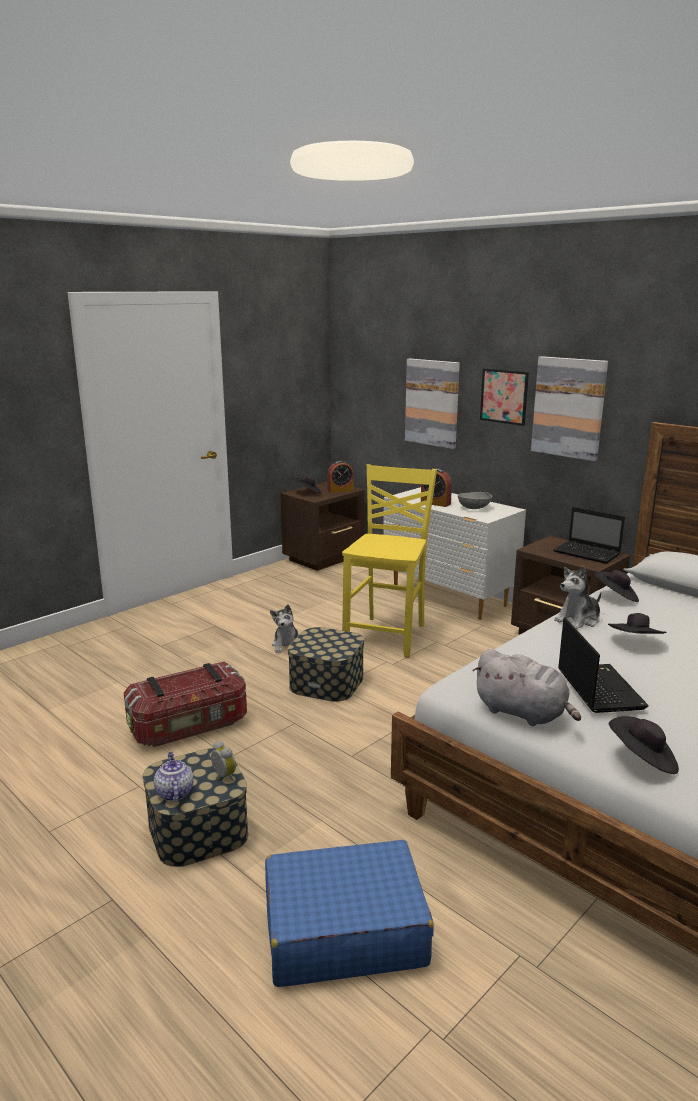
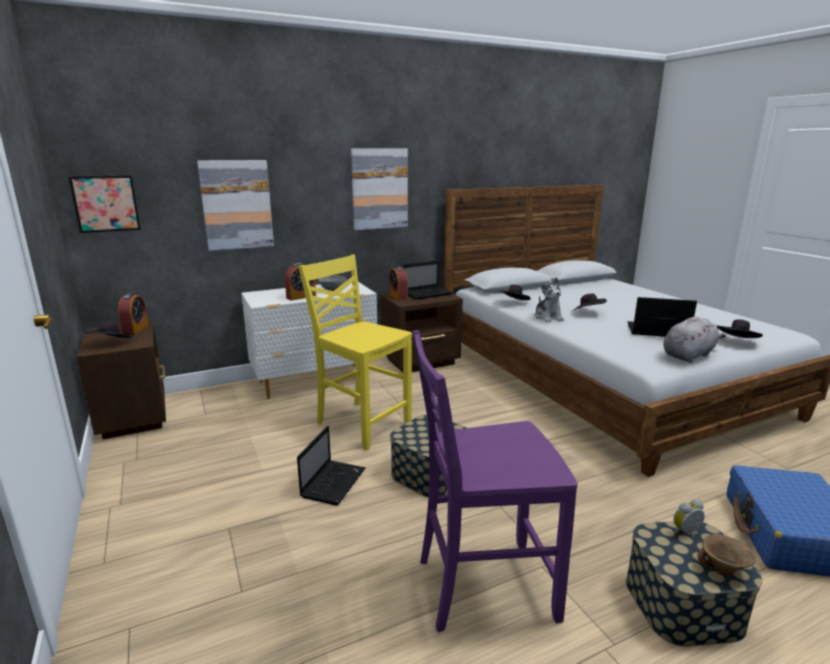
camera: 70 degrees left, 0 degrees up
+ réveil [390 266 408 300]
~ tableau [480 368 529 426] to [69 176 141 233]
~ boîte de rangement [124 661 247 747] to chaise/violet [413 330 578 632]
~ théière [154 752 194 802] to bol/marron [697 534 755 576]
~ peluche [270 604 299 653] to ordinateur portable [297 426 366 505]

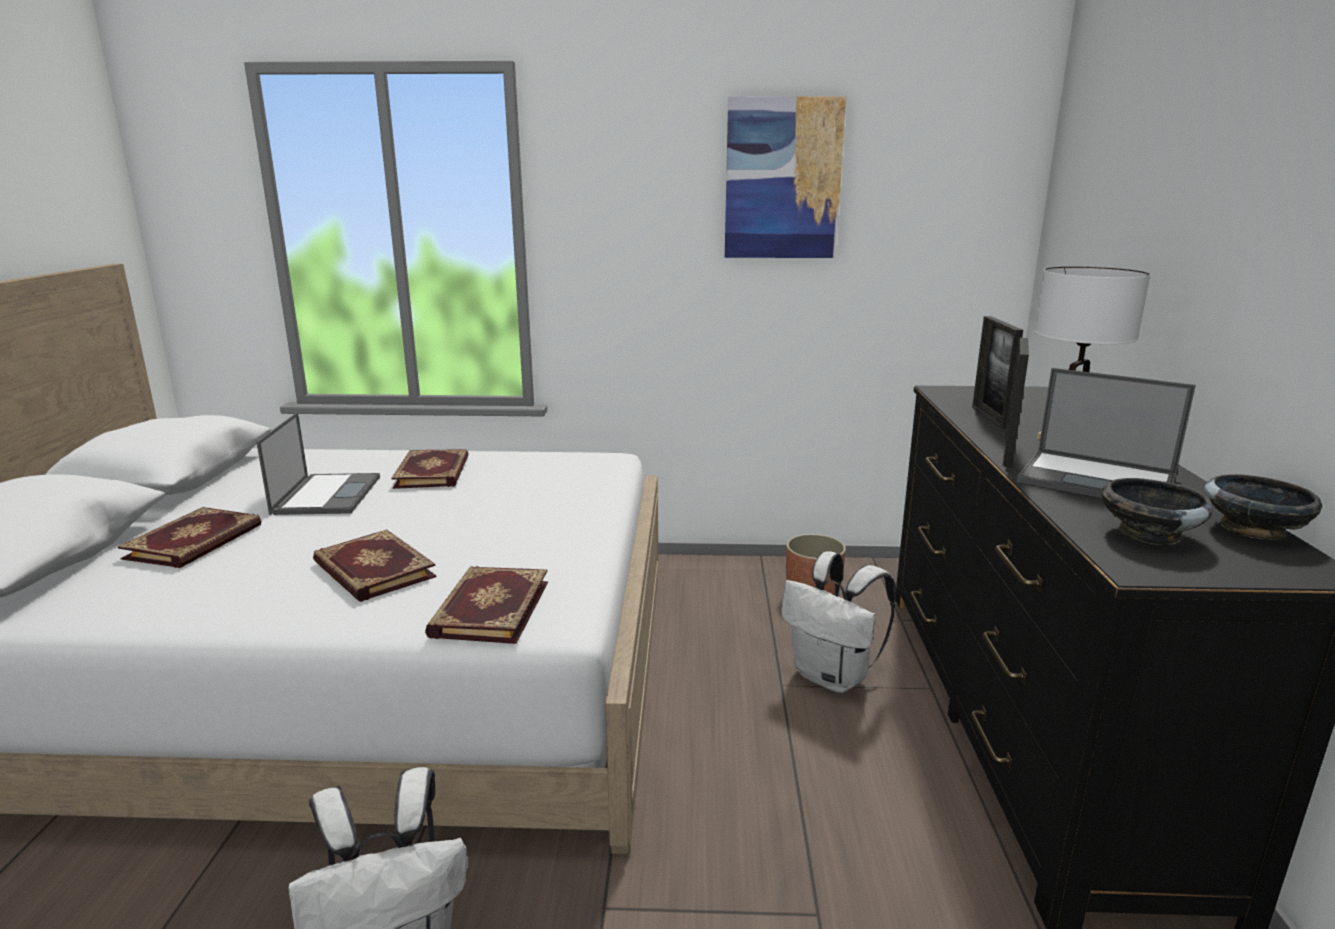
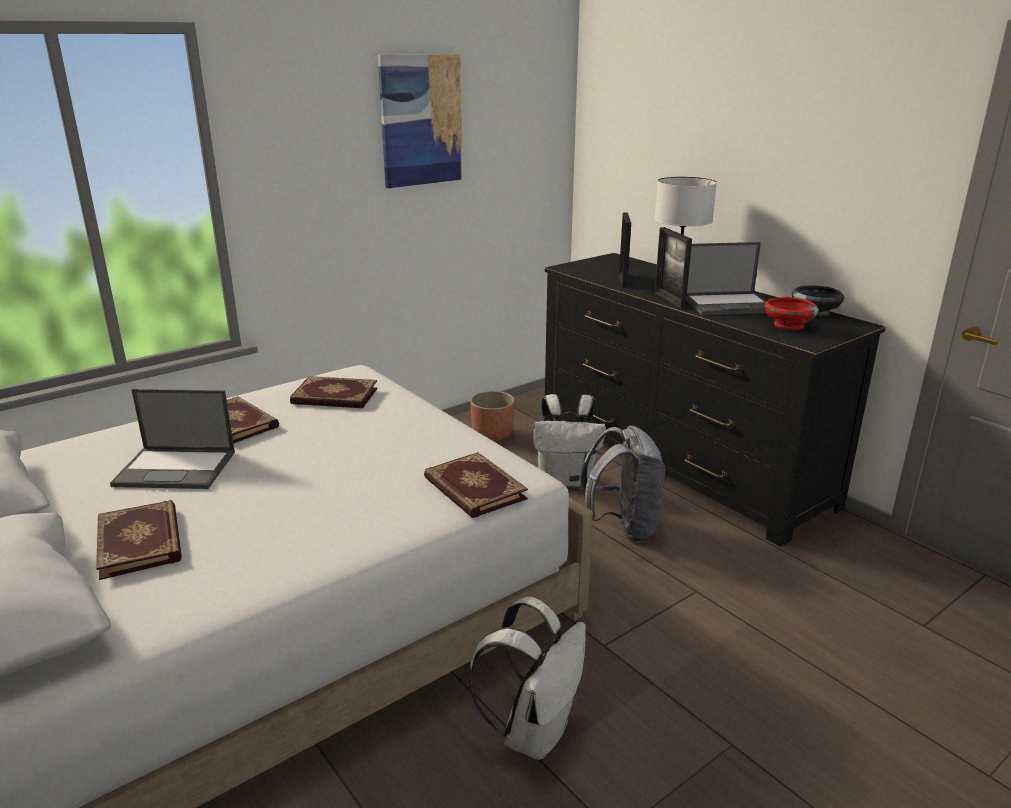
camera: 40 degrees left, 5 degrees up
+ sac à dos/gris [580 425 666 542]
~ livre [313 530 437 602] to [290 376 378 408]
~ bol/noir [1102 478 1214 545] to bol/rouge [764 297 819 330]
~ ordinateur portable [256 412 380 515] = [110 389 235 489] 135 degrees clockwise
~ cadre photo [972 316 1023 429] = [619 213 631 287] 45 degrees clockwise

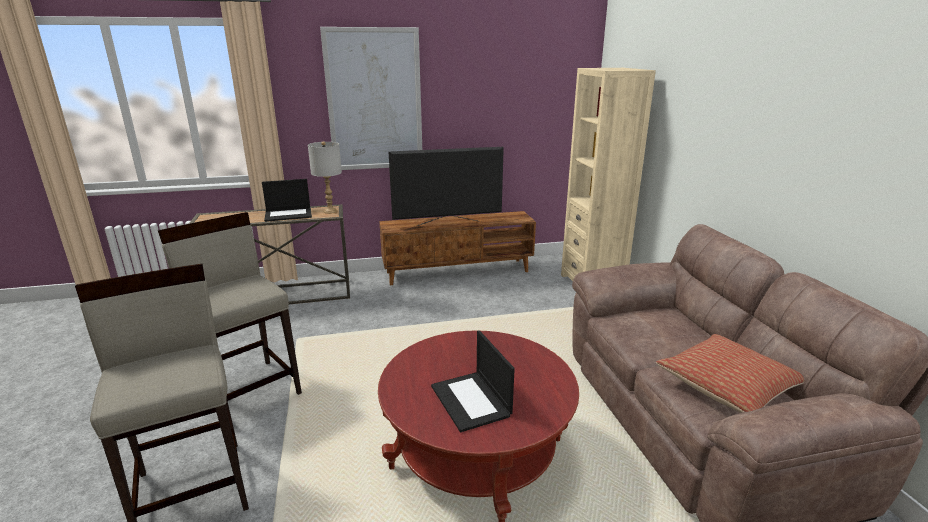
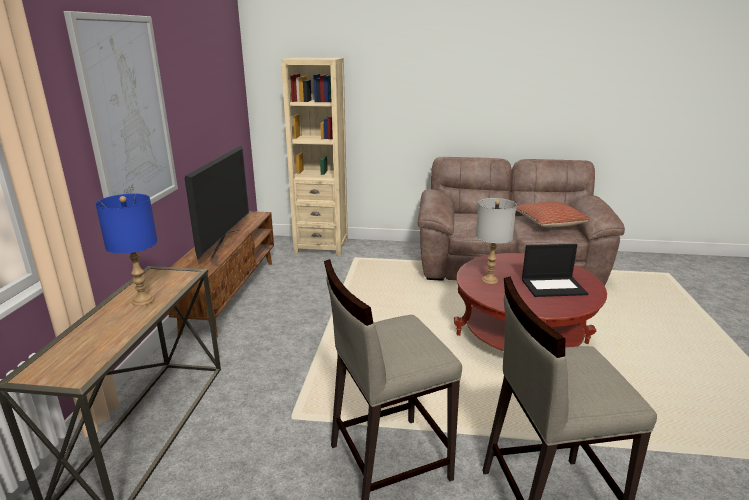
camera: 70 degrees left, 0 degrees up
~ lampe de table/gris [308 141 342 214] to [476 198 517 284]
~ ordinateur portable [262 179 312 222] to lampe de table/bleu [96 194 158 306]

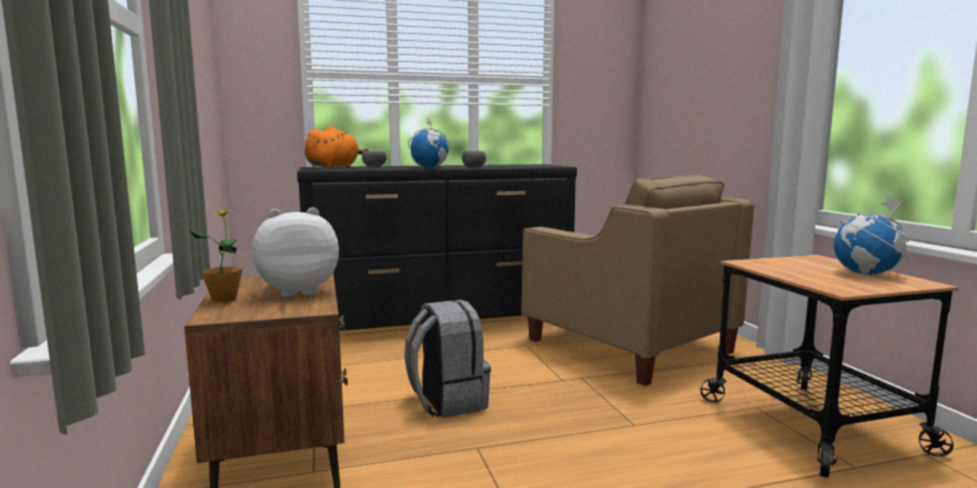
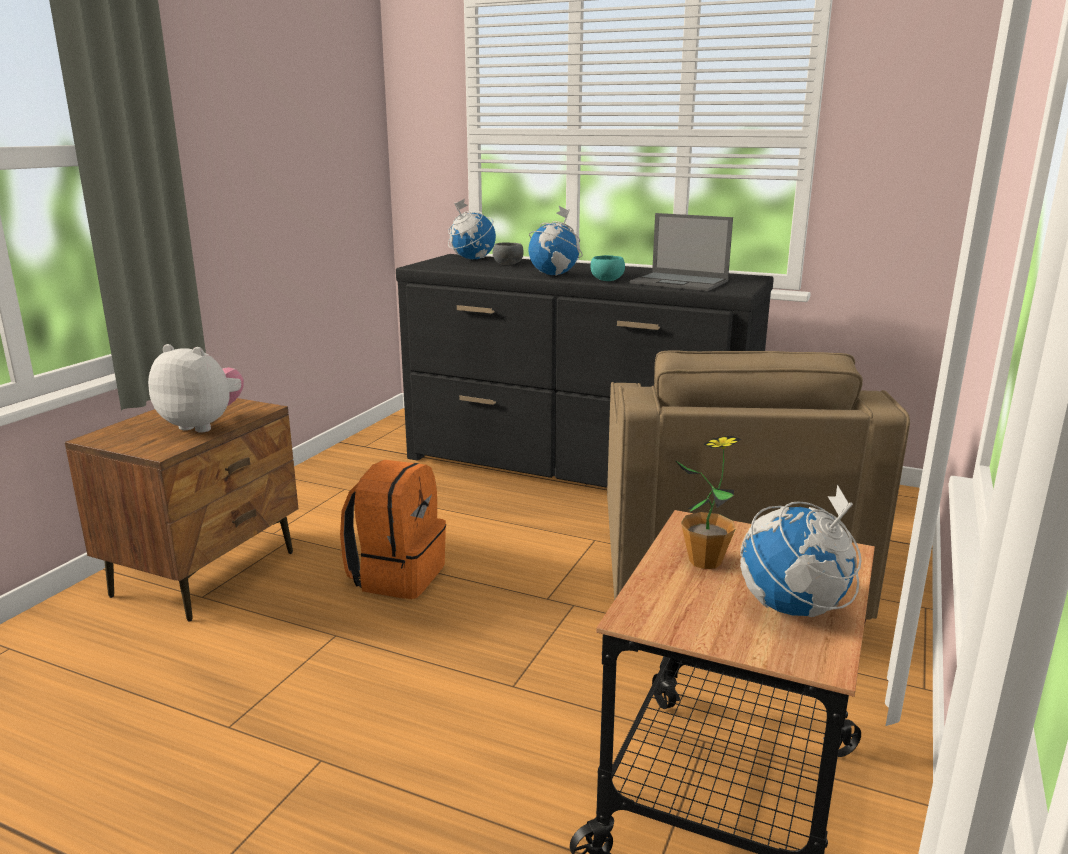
camera: 40 degrees right, 10 degrees up
+ ordinateur portable [630 213 733 291]
~ plante en pot [188 208 242 302] to [675 435 741 569]
~ peluche/orange [305 126 369 168] to globe [448 199 496 259]
~ sac à dos/gris [404 300 491 418] to sac à dos/orange [340 460 446 599]
~ bol/gris [462 151 486 168] to bol/turquoise [591 255 625 281]

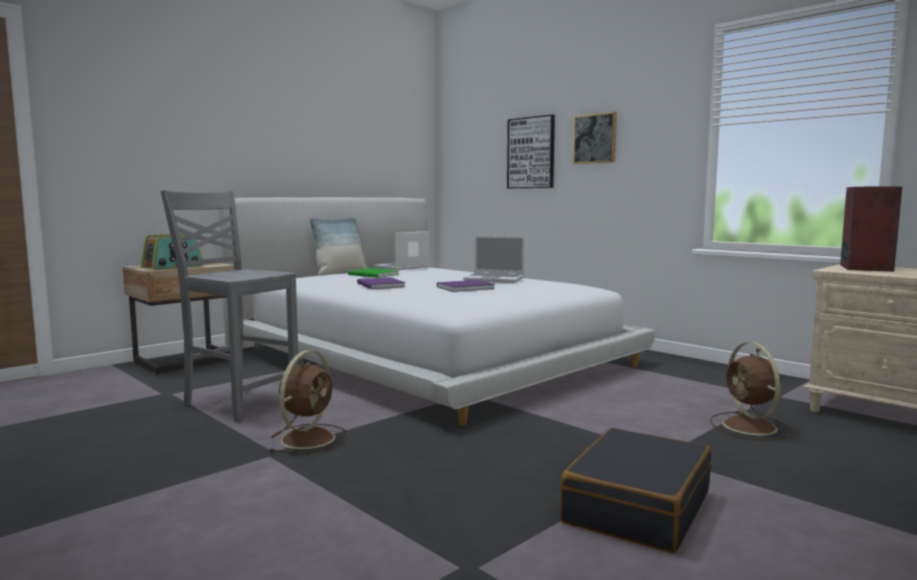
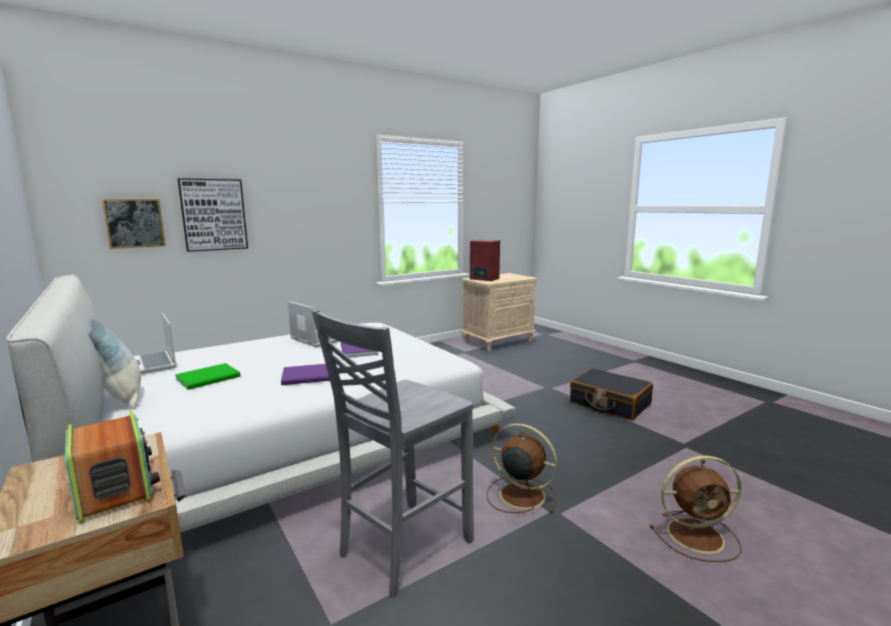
camera: 80 degrees left, 5 degrees up
~ tableau [573 112 617 164] to [102 199 166 249]
~ ventilateur/marron [710 342 795 440] to [649 456 742 562]
~ ordinateur portable [463 236 525 283] = [288 301 339 347] 75 degrees counterclockwise

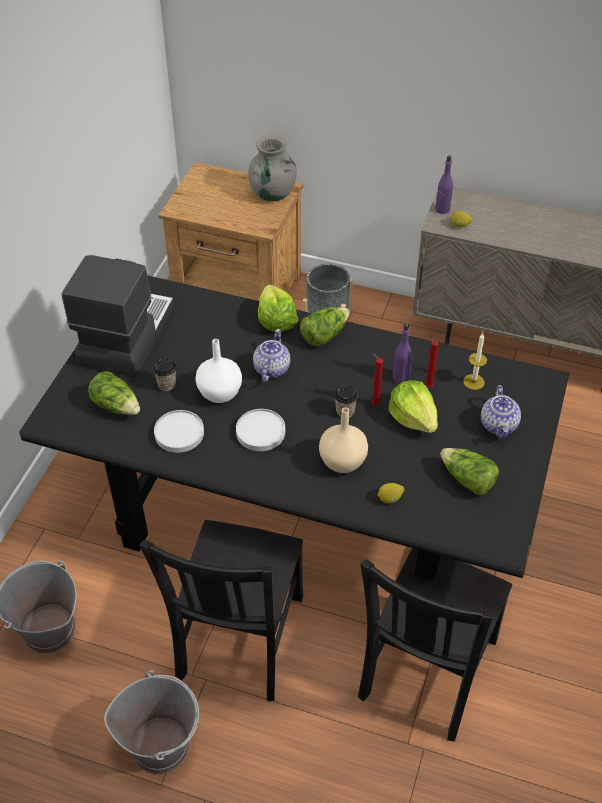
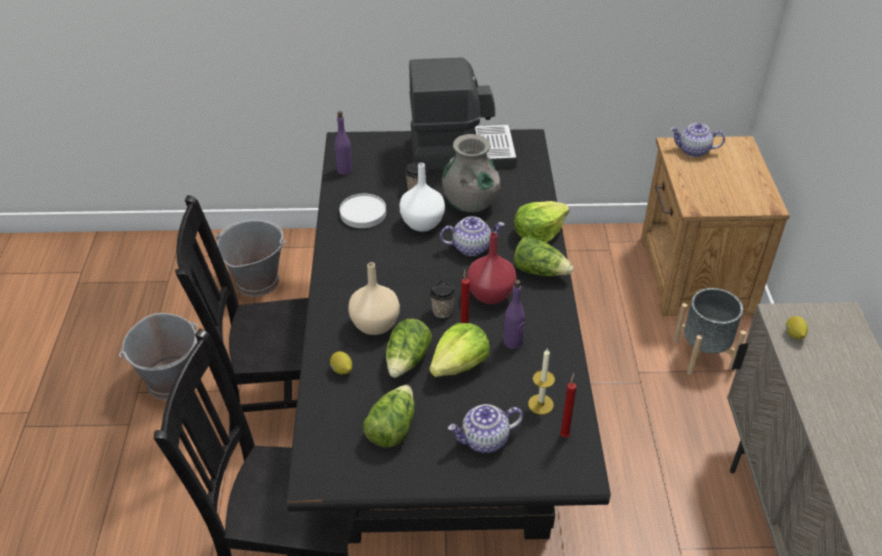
camera: 70 degrees right, 5 degrees down
- assiette/blanc [236 409 285 451]
+ vase/rouge [467 233 517 304]
+ théière [671 123 725 157]
~ laitue [88 372 140 415] to [385 319 432 378]
~ vase/gris [248 135 297 201] to [442 134 500 213]
~ bougie/rouge [425 335 439 388] to [560 373 576 437]
~ bouteille/violet [435 155 453 214] to [334 111 353 175]

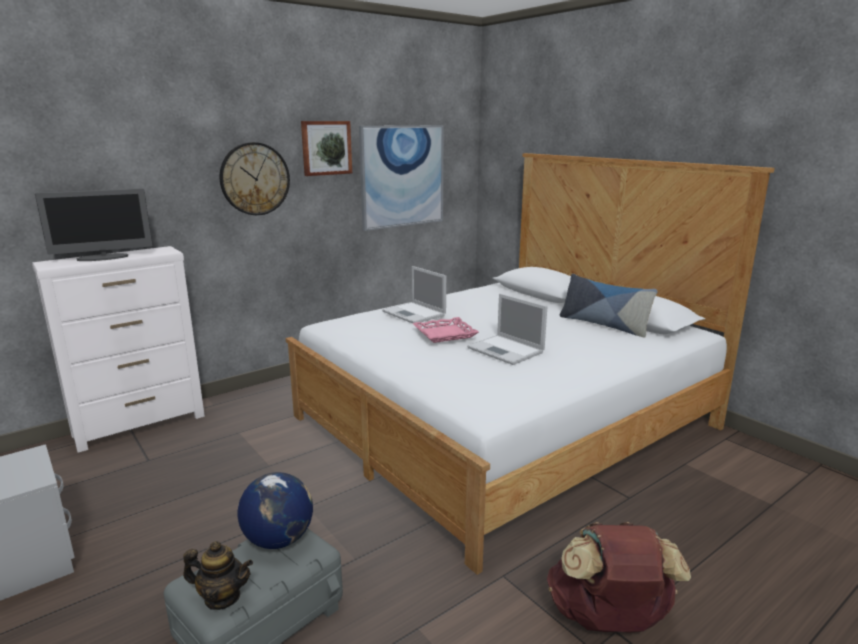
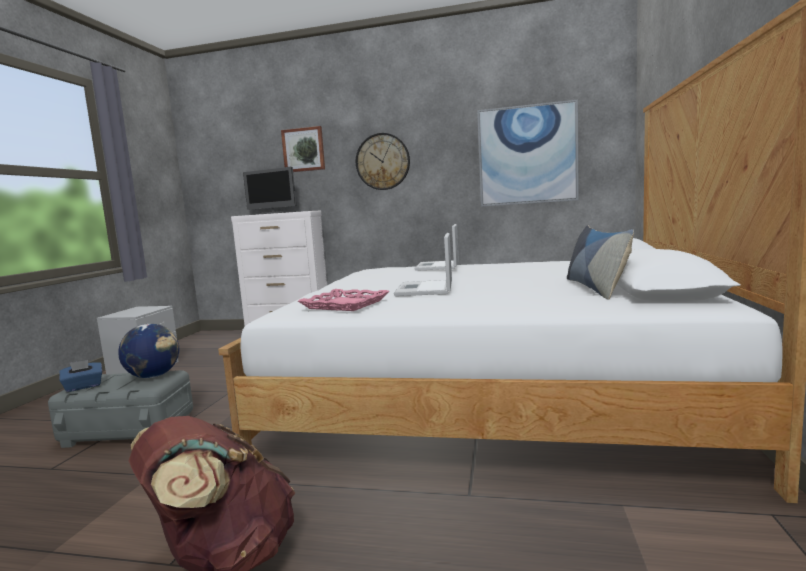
camera: 50 degrees right, 10 degrees down
~ tableau [301 121 352 176] to [281 126 325 172]
~ plateau/rose [413 317 479 343] to [298 289 389 311]
~ théière [183 541 253 610] to boîte à mouchoirs/bleu [60 360 102 392]

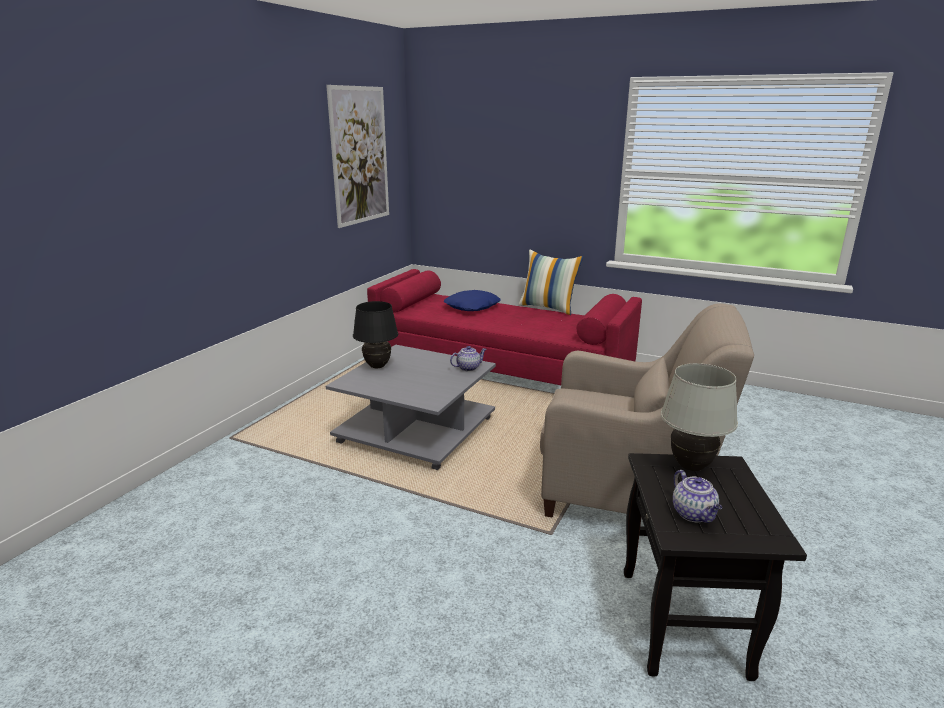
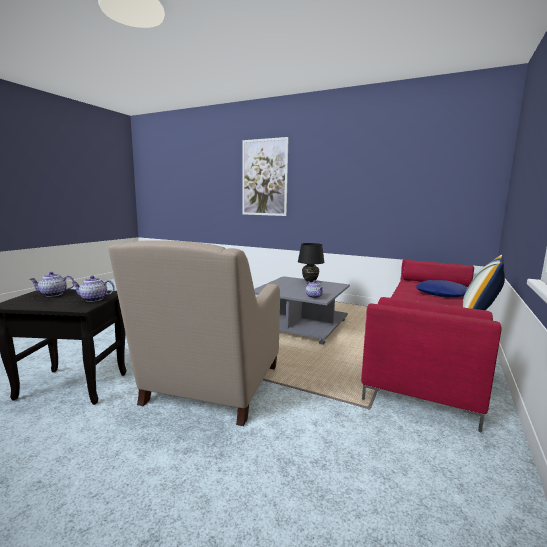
camera: 90 degrees right, 10 degrees down
~ tableau [326 85 389 228] to [242 137 289 216]
~ lampe de table/blanc [661 363 738 471] to théière [71 276 115 302]

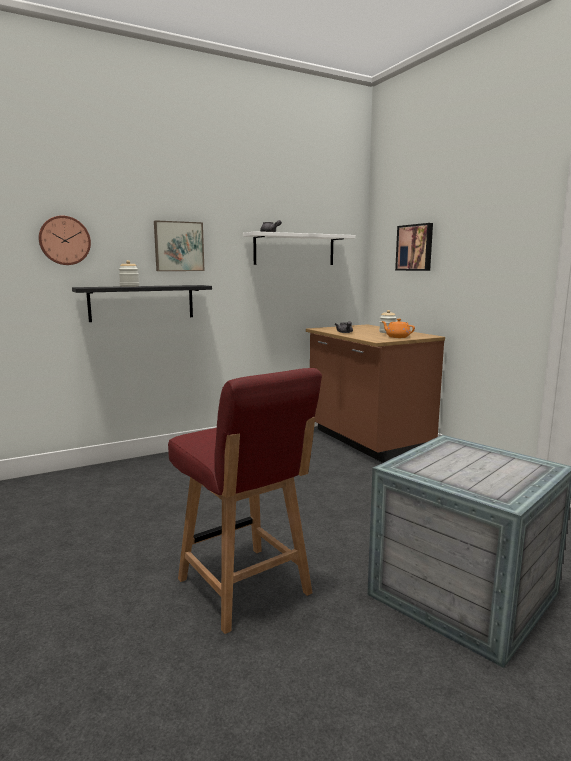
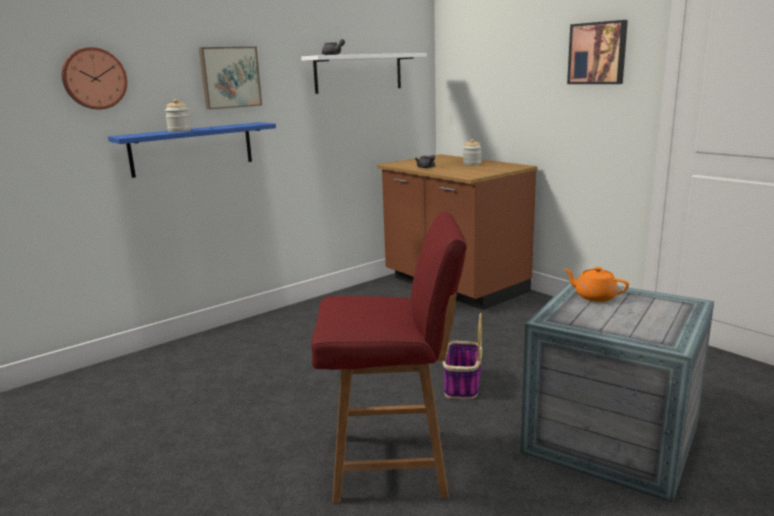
camera: 10 degrees left, 5 degrees up
+ panier [443 313 482 399]
~ théière/orange [382 319 415 338] to [564 267 629 302]
~ tableau [395 223 433 271] to [567 20 628 84]
~ étagère/noir [72 285 212 322] to étagère/bleu [108 122 276 178]
~ chaise/rouge [168 368 322 634] = [311 212 467 503] 45 degrees counterclockwise

